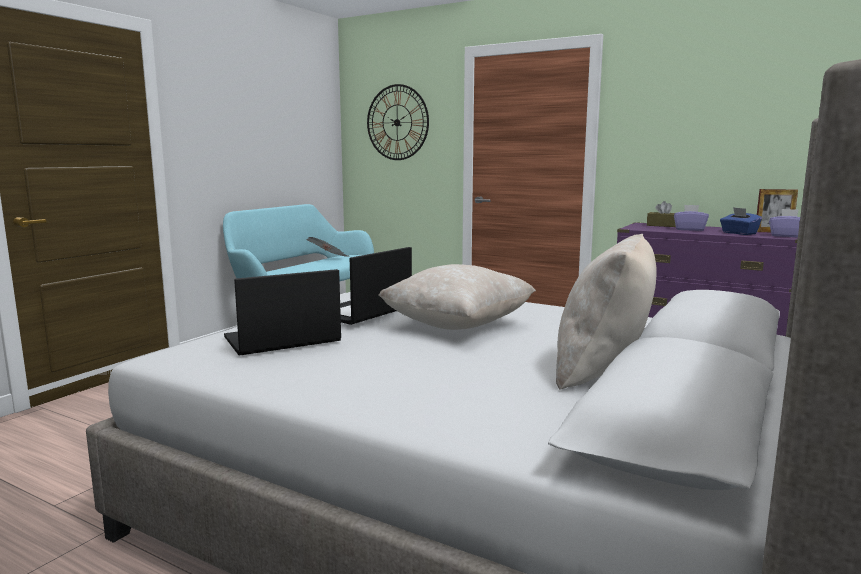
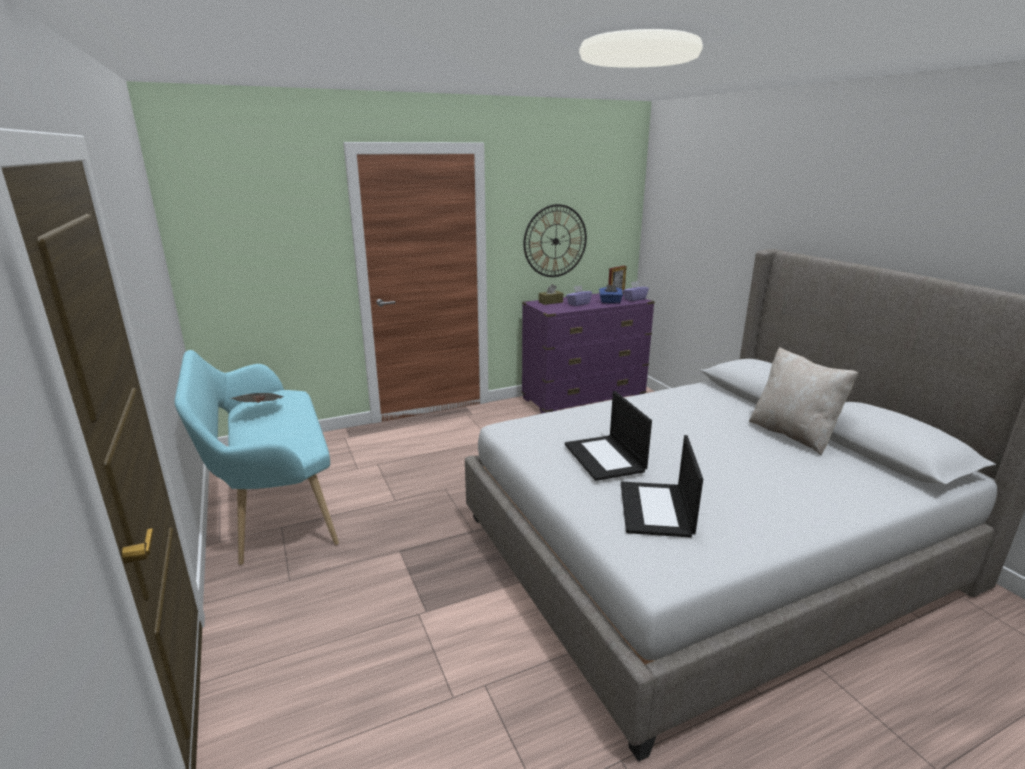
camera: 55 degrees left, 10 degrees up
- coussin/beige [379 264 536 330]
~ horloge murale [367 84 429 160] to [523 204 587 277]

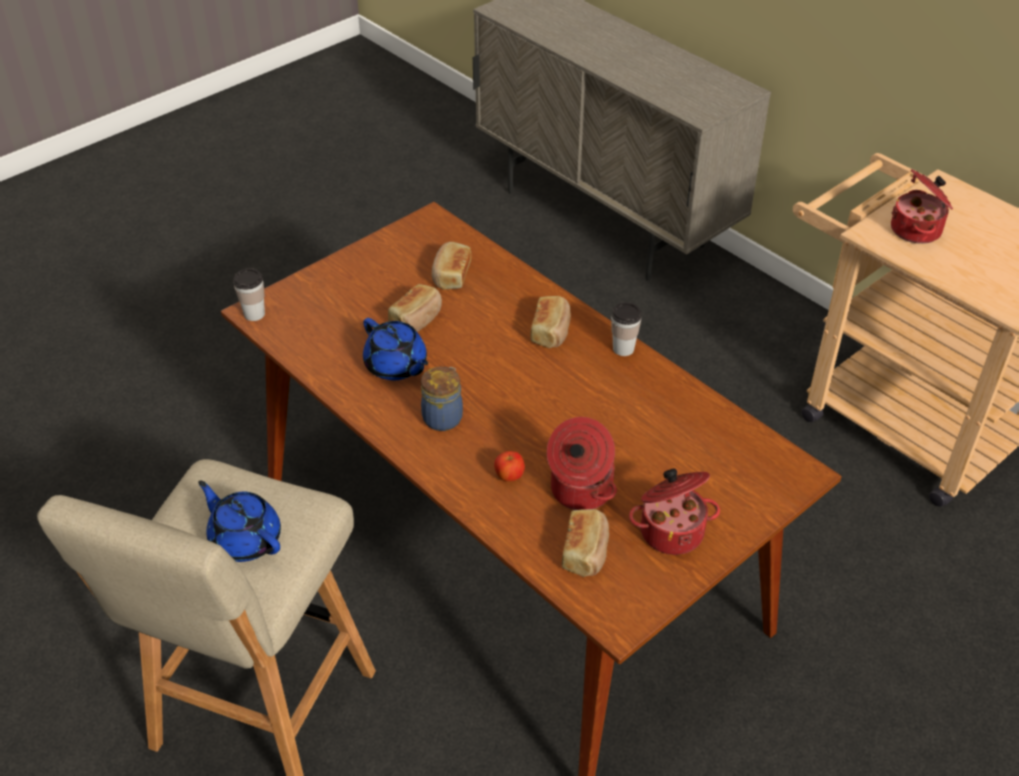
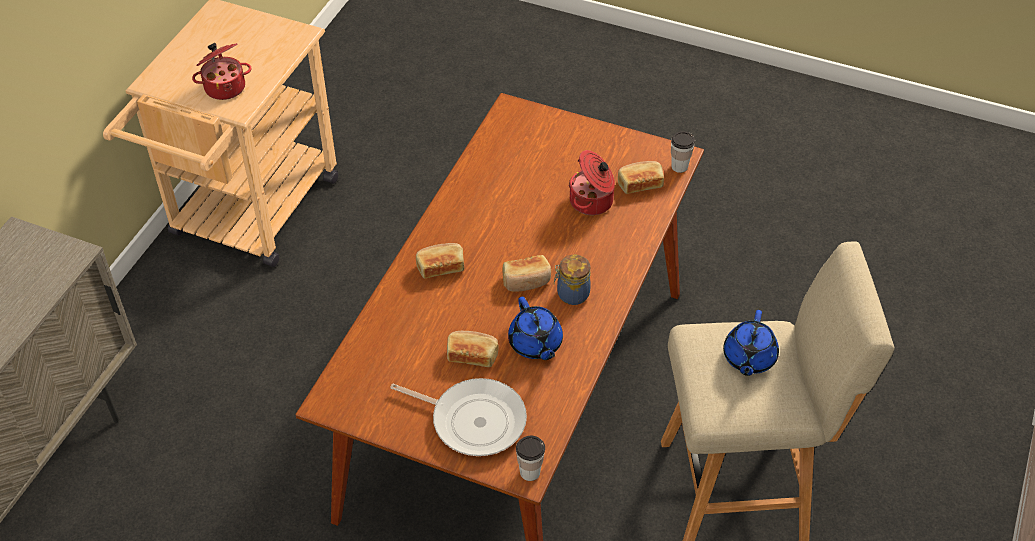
camera: 115 degrees left, 5 degrees up
- pomme [494 451 525 482]
- marmite [629 468 720 555]
+ poêle [390 378 527 456]
~ pain [432 242 471 290] to [502 255 551 292]
~ tasse [611 302 642 356] to [671 131 695 173]
~ théière/bleu [363 318 428 380] = [508 297 563 360] 135 degrees clockwise

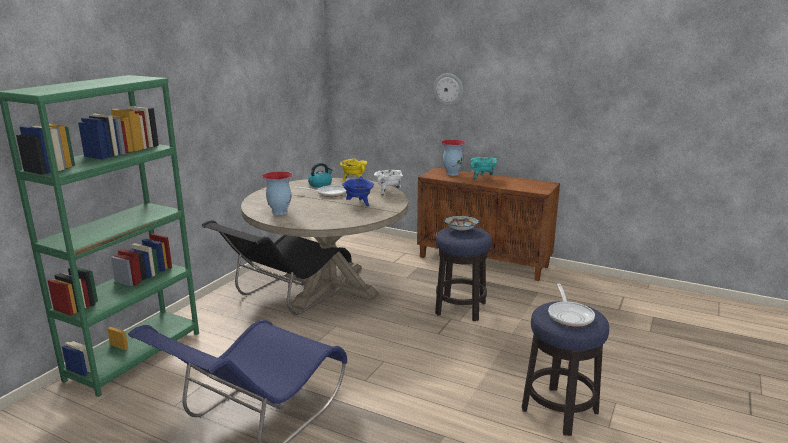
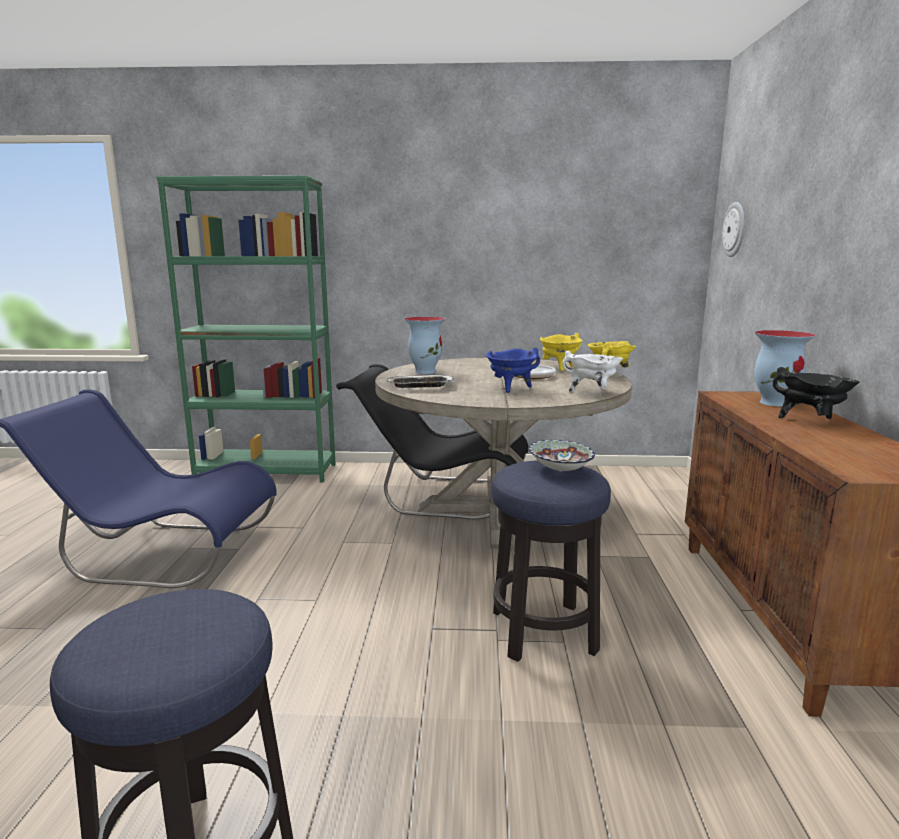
camera: 65 degrees right, 5 degrees down
- poêle [548 284 595 327]
+ plateau [386 375 456 388]
~ horloge murale [433 73 463 106] to [722 202 745 257]
~ bouilloire [308 163 333 188] to marmite/jaune [540 333 583 371]
~ marmite/turquoise [470 157 497 180] to marmite/noir [773 367 859 419]

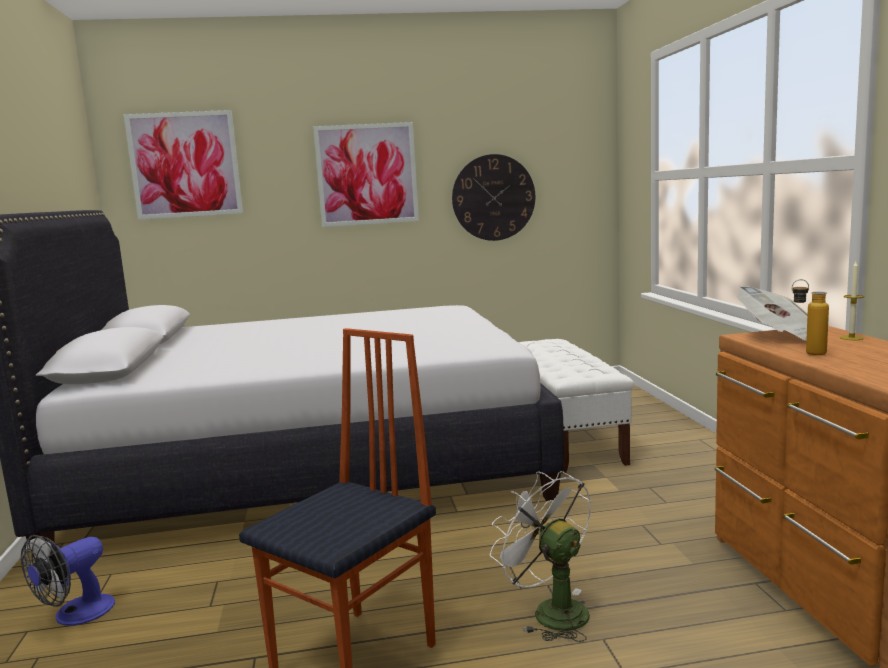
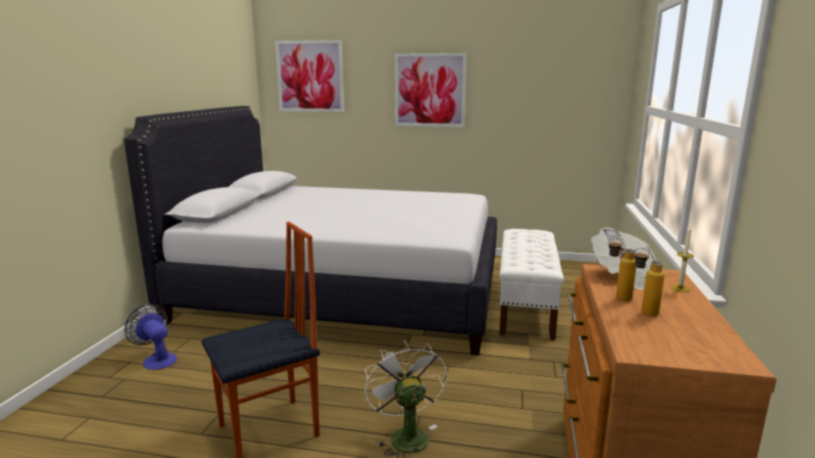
camera: 20 degrees right, 5 degrees up
- horloge murale [452 154 535 241]
+ bouteille [634 248 664 316]
~ ventilateur [21 535 115 626] = [124 304 177 370] 75 degrees clockwise

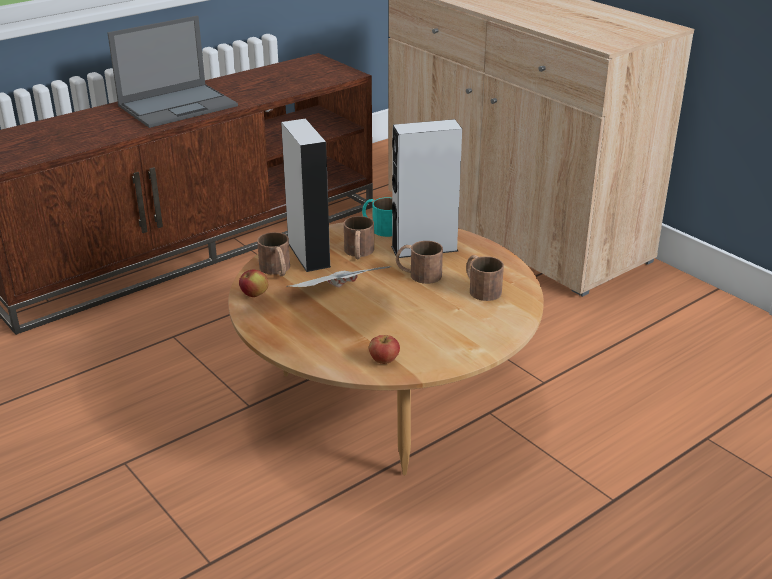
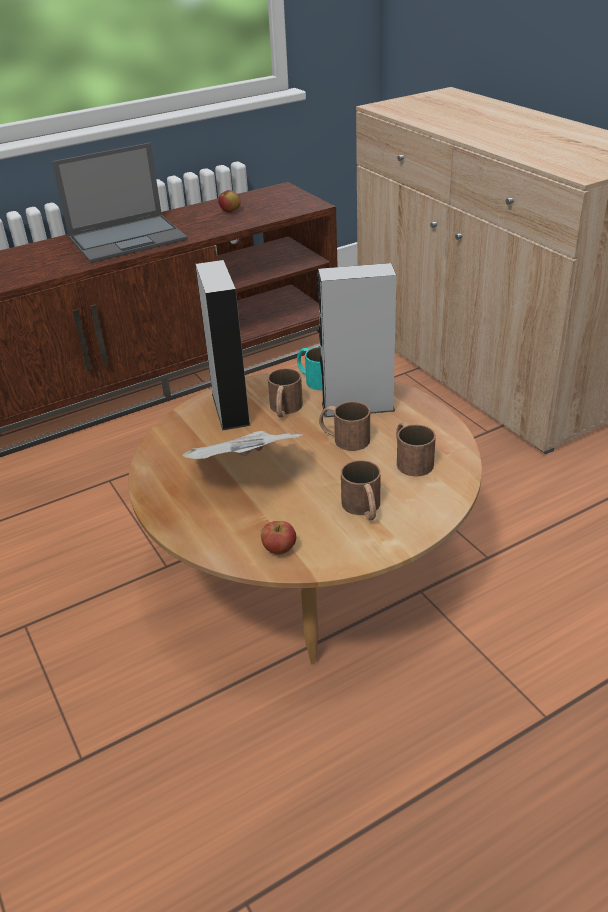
camera: 10 degrees right, 5 degrees up
~ pomme [239 269 268 297] to [218 190 241 213]
~ mug/marron [257 232 290 276] to [341 460 381 520]

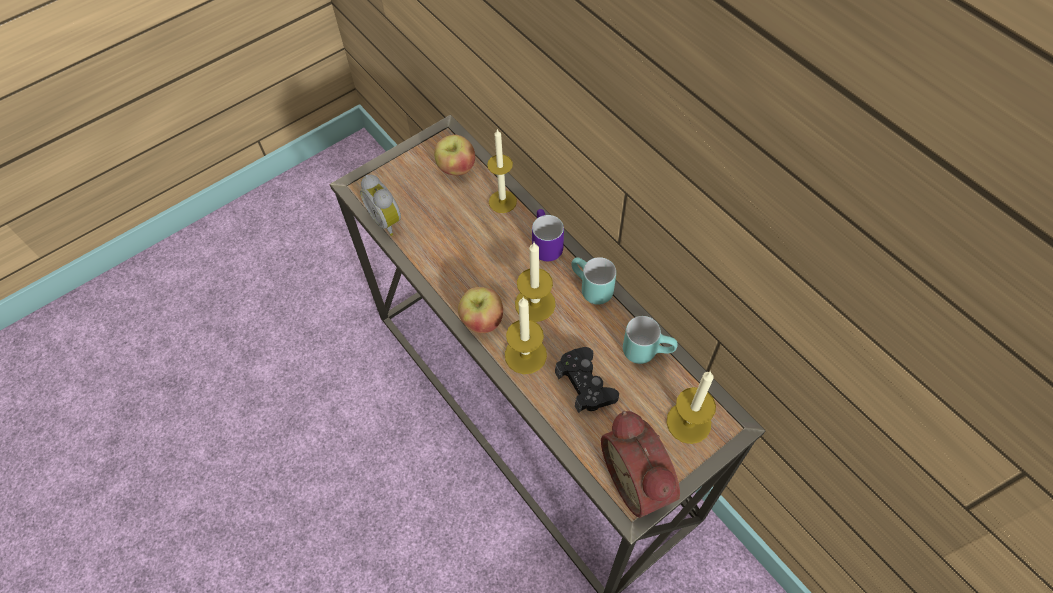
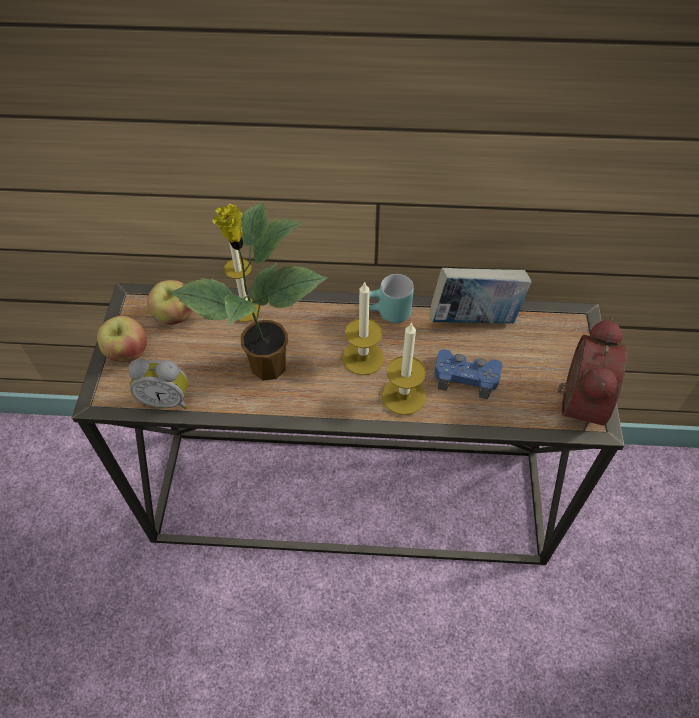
camera: 50 degrees left, 5 degrees down
- mug/violet [532 209 564 261]
- bougie [667 371 716 444]
+ plante en pot [170 202 327 380]
~ pomme [458 287 503 333] to [97 316 147 362]
~ mug/turquoise [623 316 678 364] to livre [429 268 531 324]
~ manette/noir [555 347 619 413] to manette/bleu [434 349 502 399]
~ réveil [601 411 680 518] = [557 318 627 431] 90 degrees counterclockwise

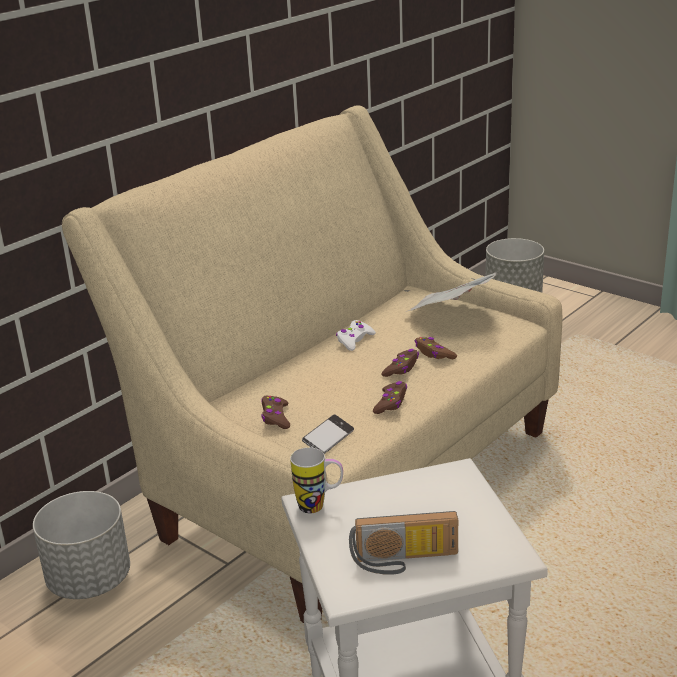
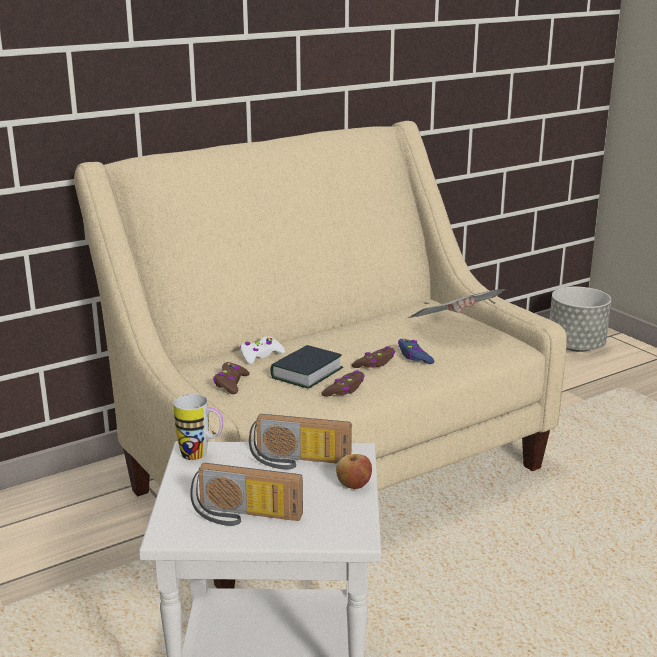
camera: 15 degrees right, 5 degrees down
- cache-pot/gris [33 491 130 599]
- téléphone [302 414 354 454]
+ radio [249 414 352 469]
+ livre [270 345 343 389]
+ pomme [336 454 372 489]
~ manette/blanc [336 320 376 351] to [240 336 285 365]
~ manette/marron [415 337 457 359] to manette/bleu [398 339 434 364]

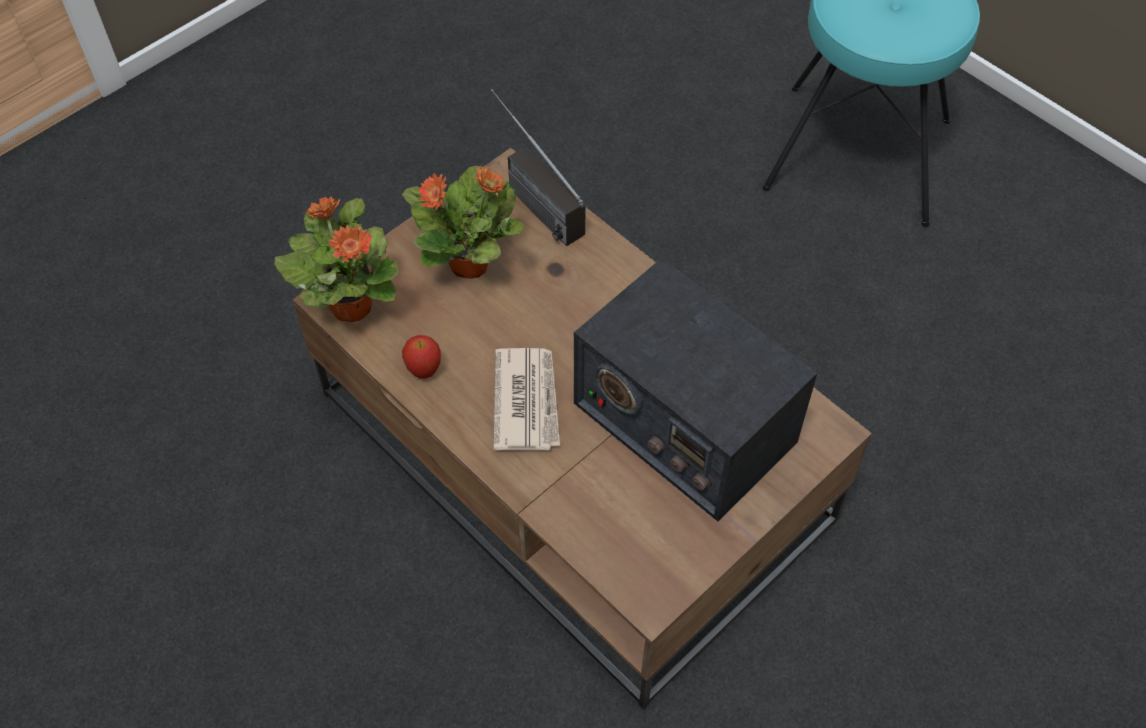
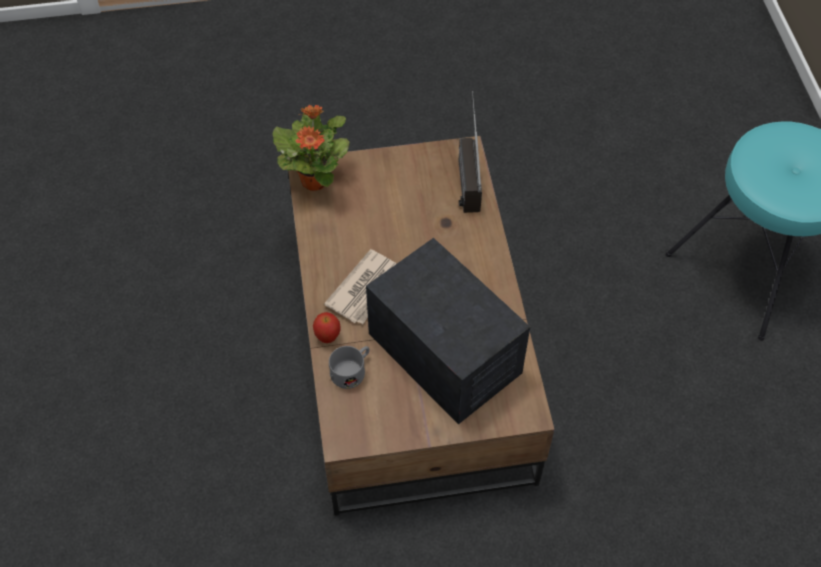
camera: 35 degrees right, 0 degrees up
- plante en pot [402 166 524 278]
+ mug/gris [329 346 370 389]
~ pomme [402 335 441 379] to [313 312 340 343]
~ radio [574 258 817 521] = [366 238 530 424] 150 degrees clockwise

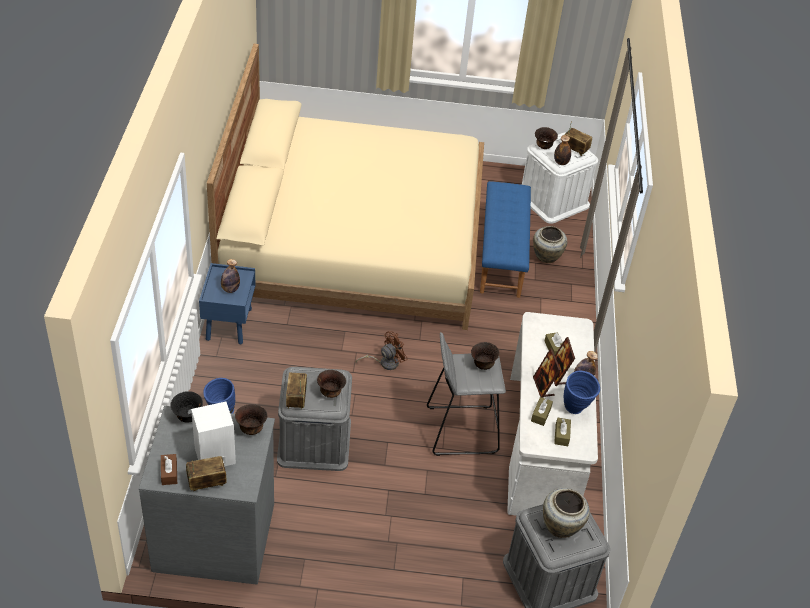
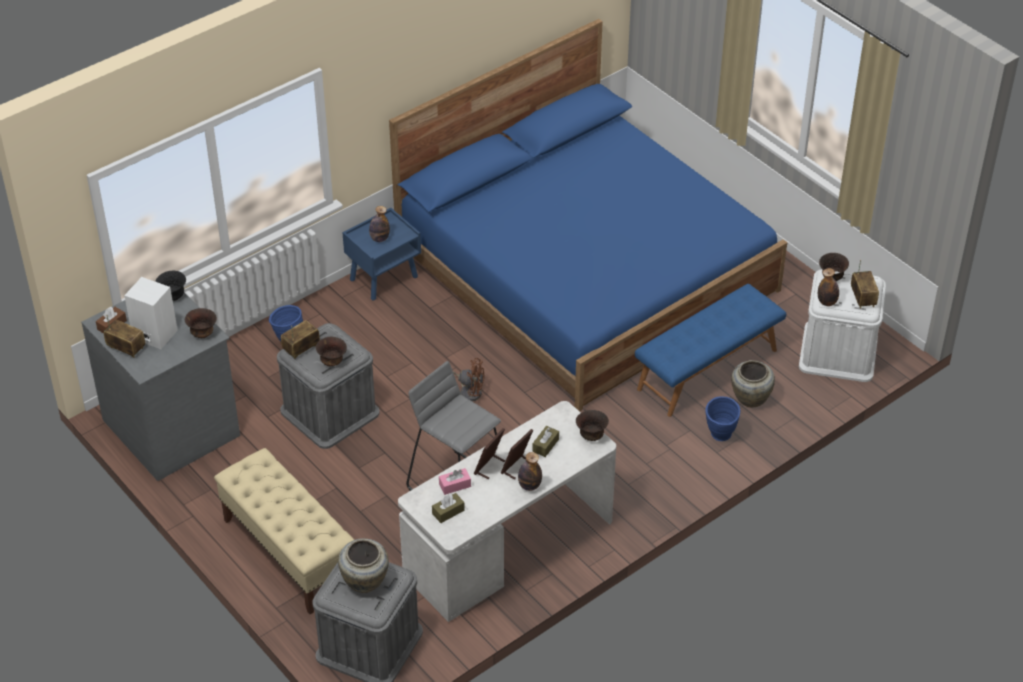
camera: 50 degrees right, 0 degrees up
+ banc/beige [214 448 354 614]
~ bol/marron [471 342 500 370] to [576 410 609 441]
~ vase/bleu [564 371 600 414] to [705 397 740 441]
~ lit/beige [207 44 484 330] to lit/bleu [389 19 787 411]
~ boîte à mouchoirs/marron [531 397 553 426] to boîte à mouchoirs/rose [439 468 471 495]

